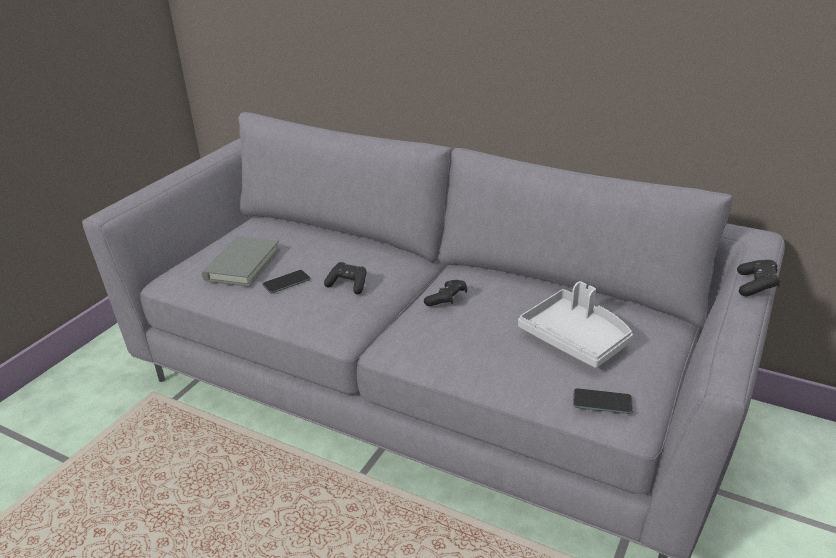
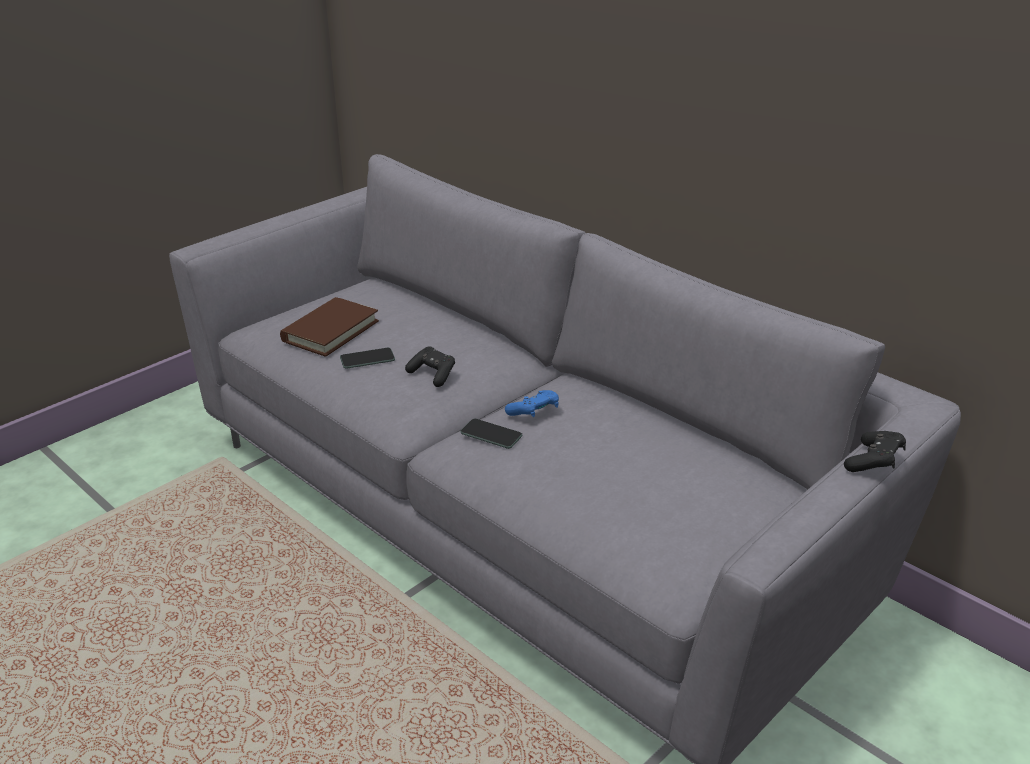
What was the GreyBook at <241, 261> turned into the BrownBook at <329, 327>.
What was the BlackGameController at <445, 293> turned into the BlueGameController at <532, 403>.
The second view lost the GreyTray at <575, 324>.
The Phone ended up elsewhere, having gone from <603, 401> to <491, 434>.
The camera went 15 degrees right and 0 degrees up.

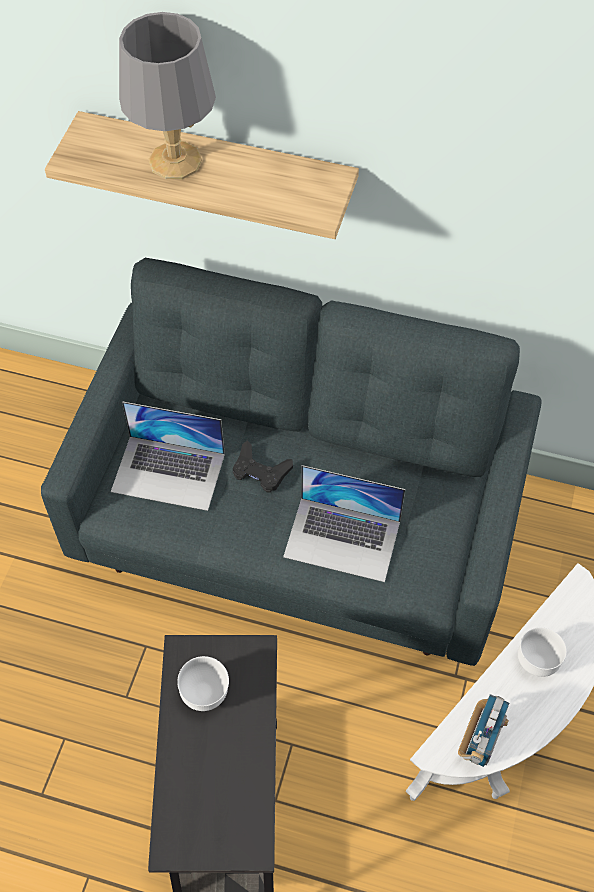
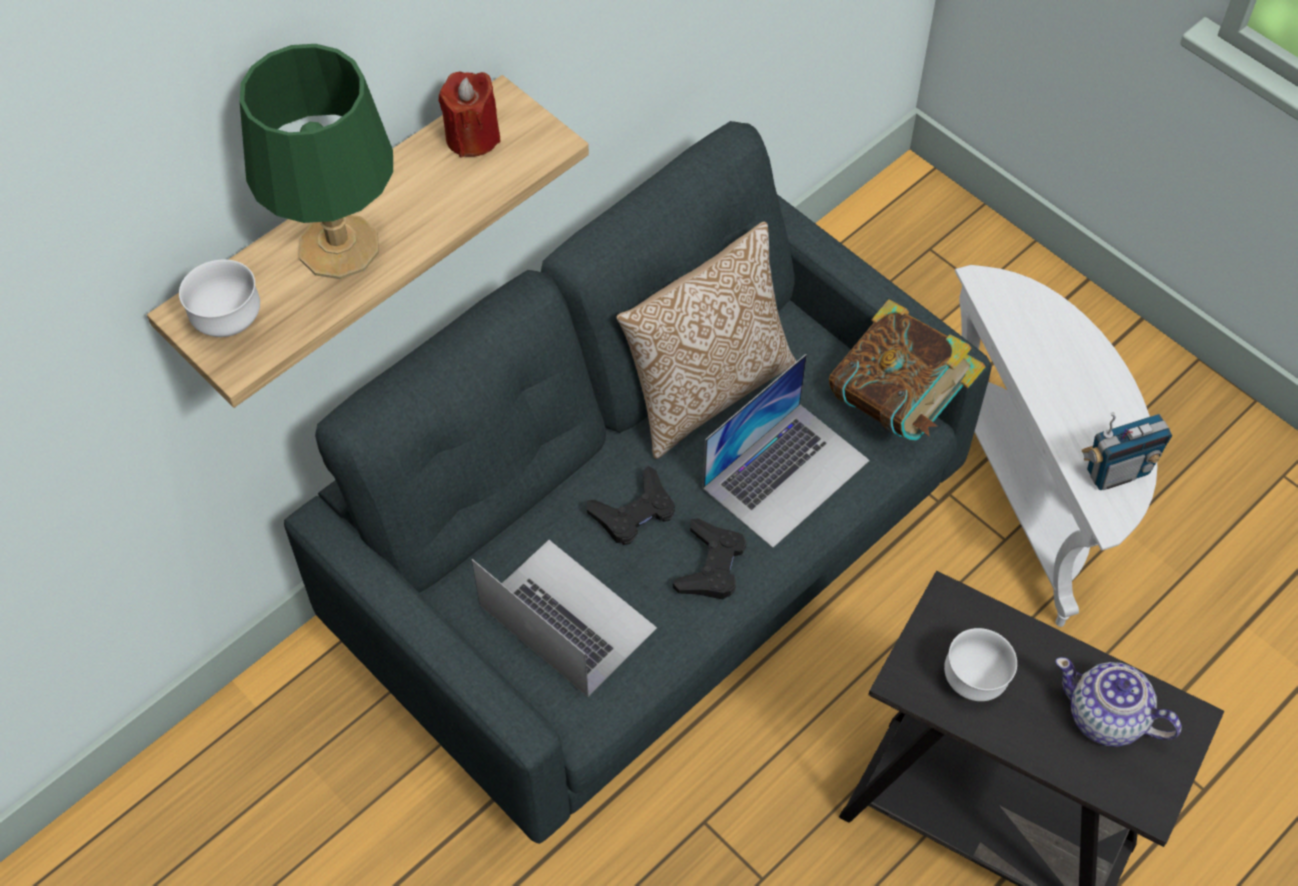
The Laptop at <168, 456> ended up facing another way, 90 degrees counterclockwise from before.
What was the GreyTableLamp at <167, 95> turned into the GreenTableLamp at <316, 161>.
The Radio at <483, 730> ended up facing another way, 105 degrees clockwise from before.
The WhiteBowl ended up elsewhere, having gone from <542, 652> to <219, 298>.
The second view gained the RedCandle at <470, 115>.
The second view gained the Pillow at <706, 340>.
The second view gained the BlackGameController at <709, 558>.
The second view gained the Book at <907, 370>.
The second view gained the Teapot at <1118, 702>.
The camera went 60 degrees left and 0 degrees up.

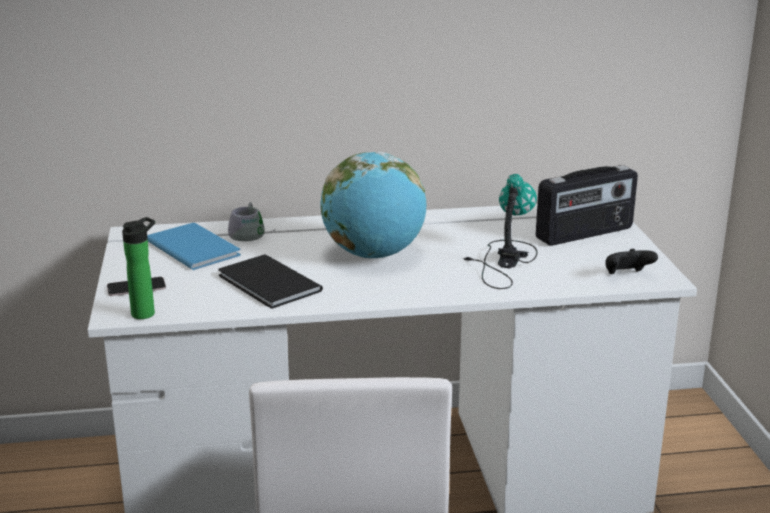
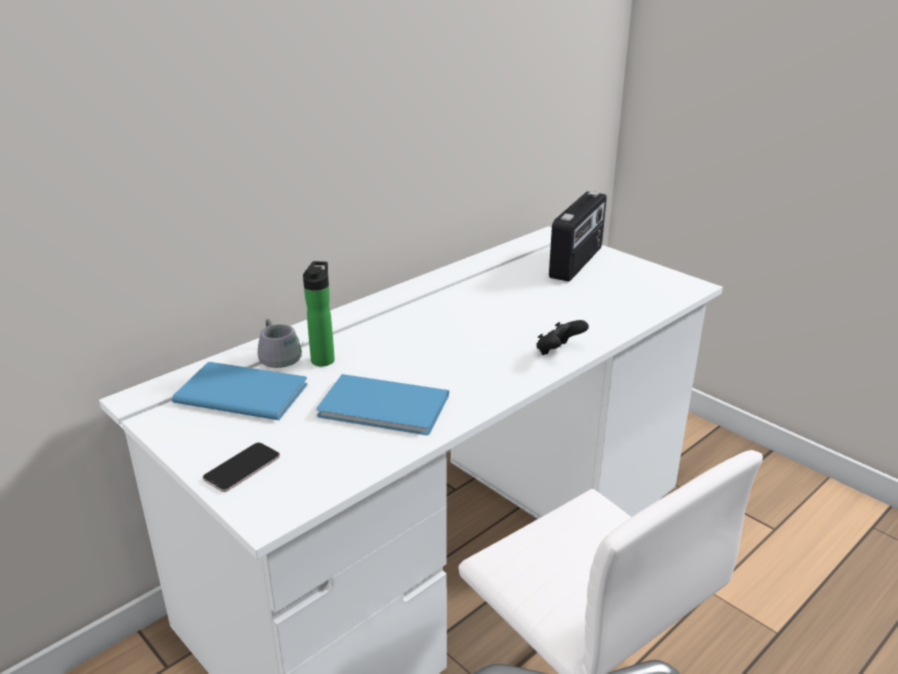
The Bottle ended up elsewhere, having gone from <138, 268> to <319, 313>.
What was the BlackBook at <270, 281> turned into the BlueBook at <382, 404>.
The second view lost the Globe at <373, 205>.
The second view lost the TableLamp at <500, 231>.
The BlackGameController ended up elsewhere, having gone from <631, 261> to <562, 337>.
The camera went 35 degrees left and 5 degrees up.

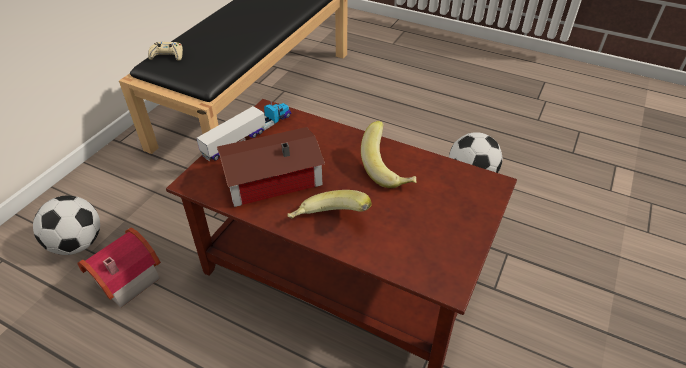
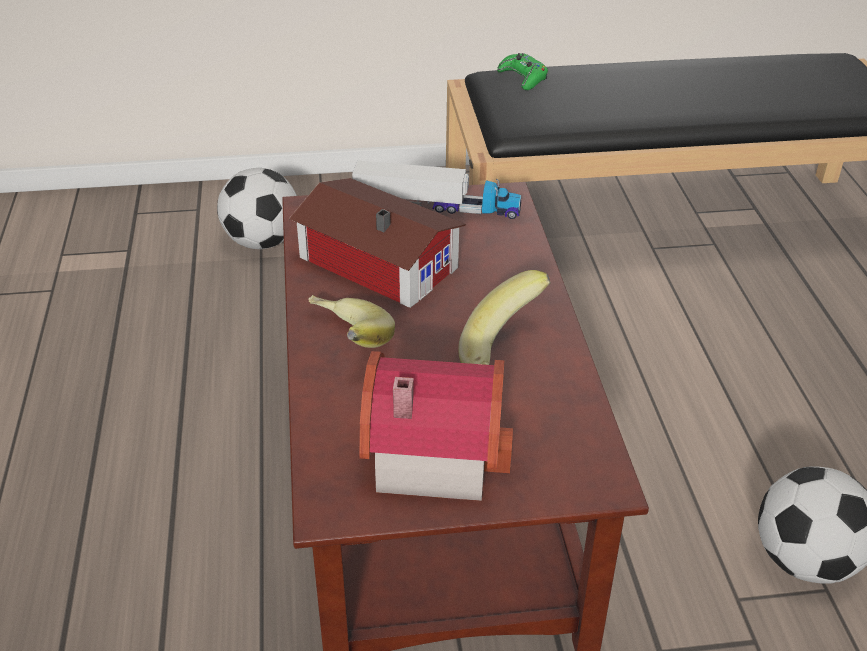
The ToyHouse ended up elsewhere, having gone from <119, 267> to <436, 426>.
What was the BeigeGameController at <165, 51> turned into the GreenGameController at <522, 71>.
The camera went 55 degrees right and 5 degrees down.

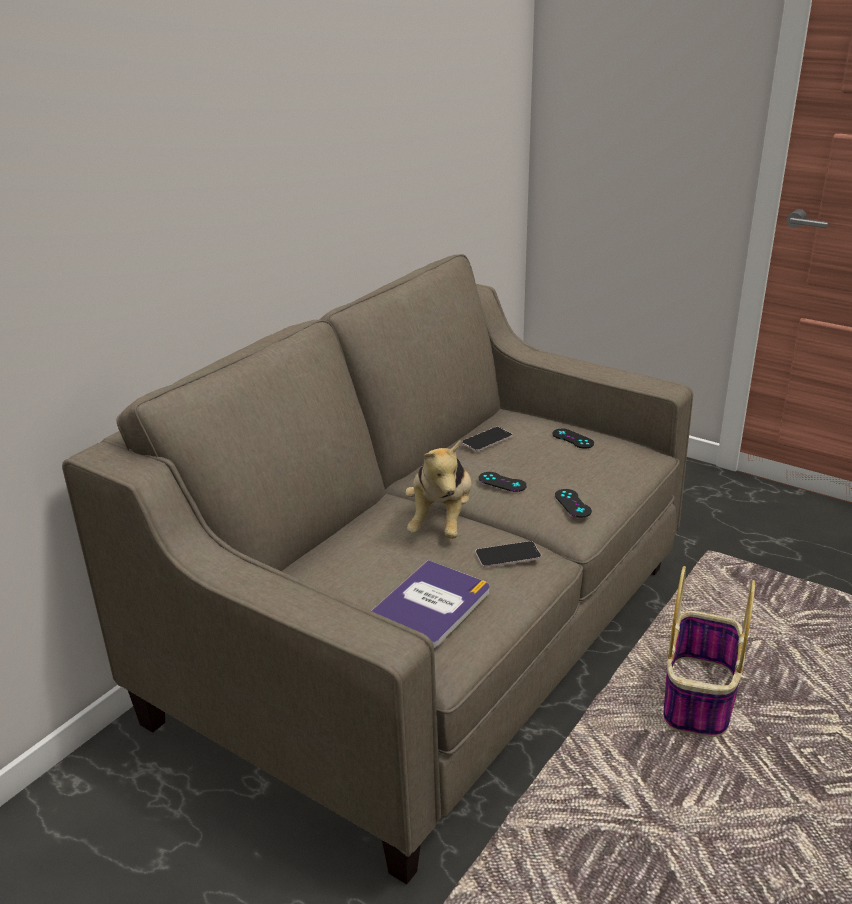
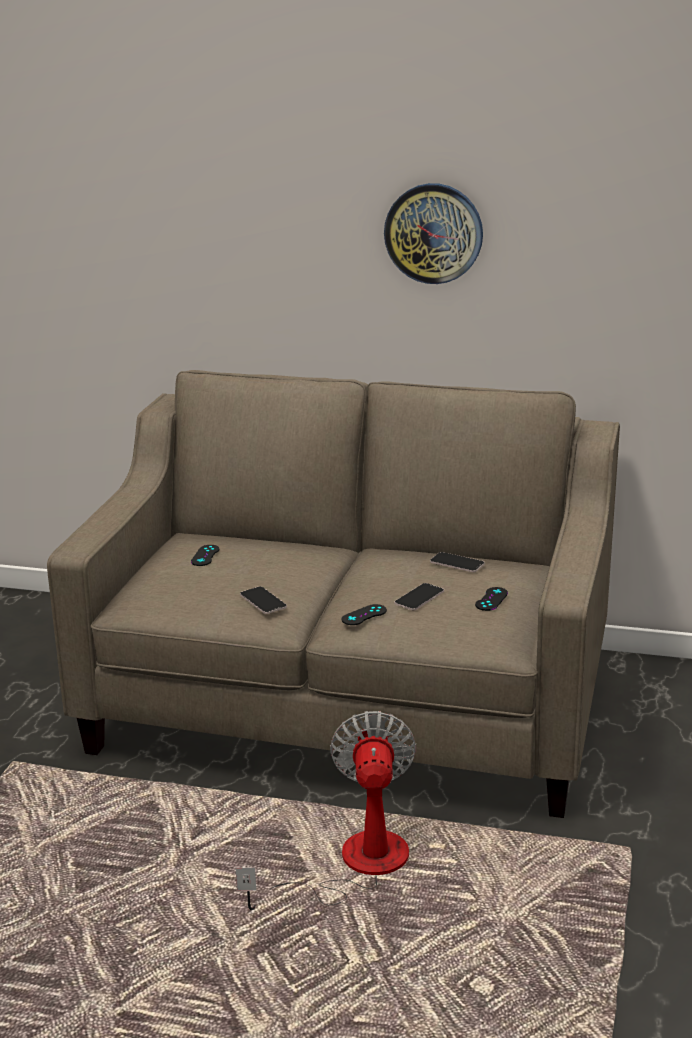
The second view lost the Book at <430, 604>.
The second view lost the PlushToy at <438, 489>.
The BlackGameController ended up elsewhere, having gone from <503, 482> to <205, 555>.
Where the Basket stood at <709, 651>, the Fan came to stand at <325, 810>.
The second view gained the WallClock at <433, 233>.
The second view gained the Phone at <419, 596>.
The camera went 70 degrees right and 5 degrees down.

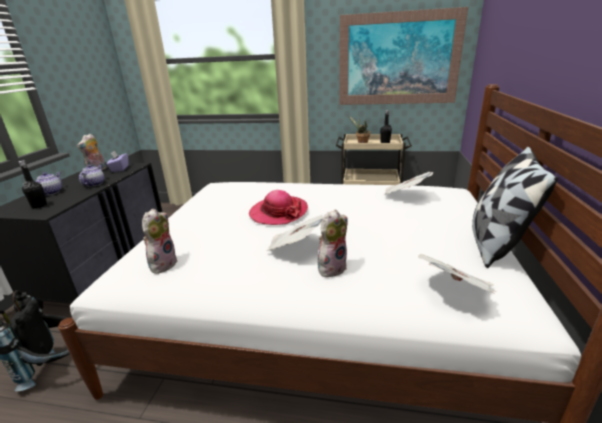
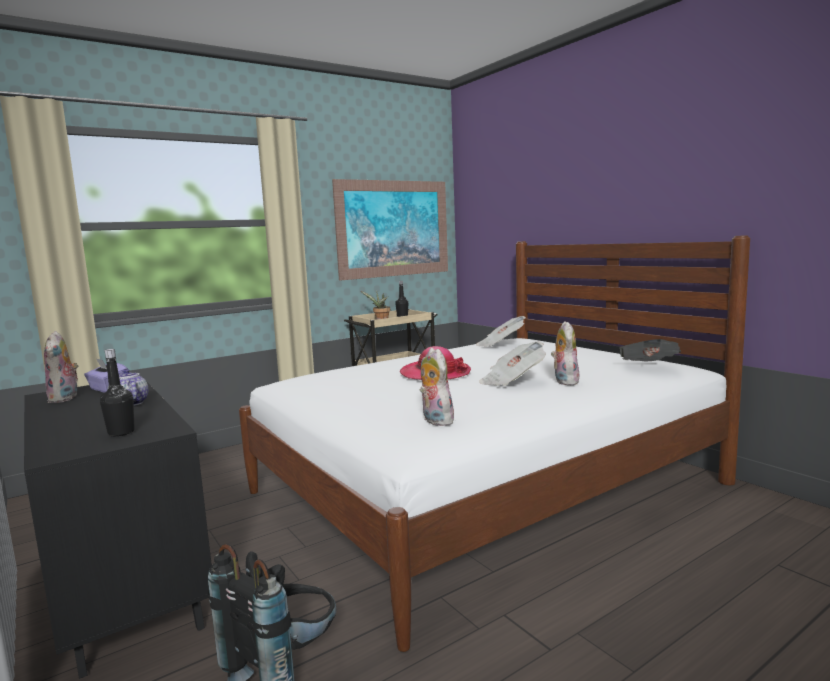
The second view lost the Teapot at <48, 183>.
The second view lost the Pillow at <515, 207>.
The camera went 45 degrees left and 15 degrees down.

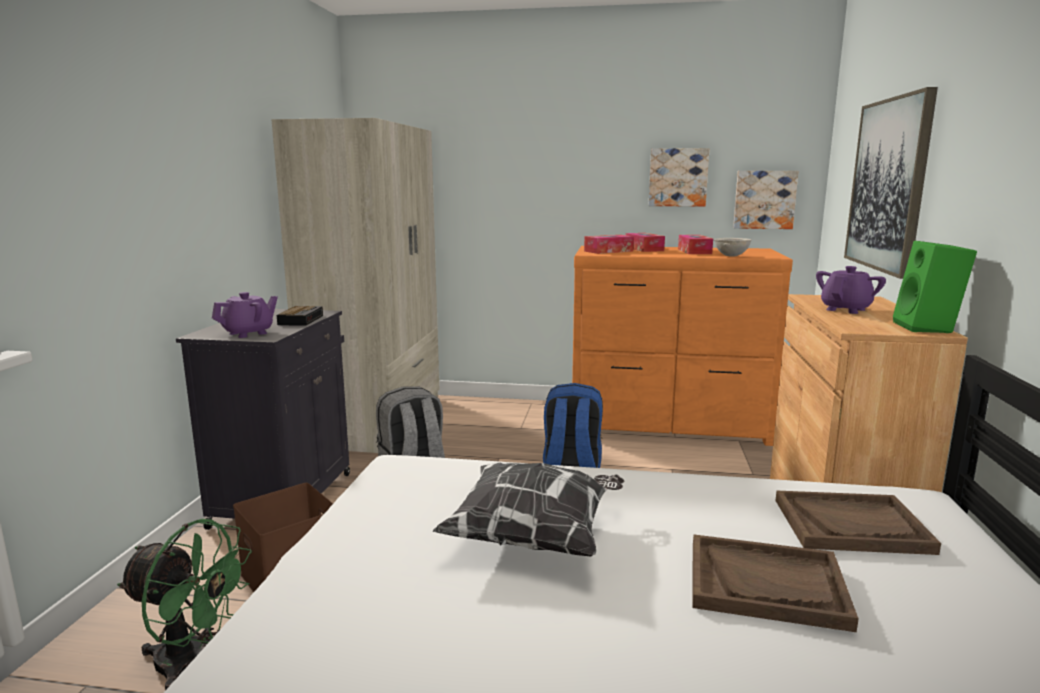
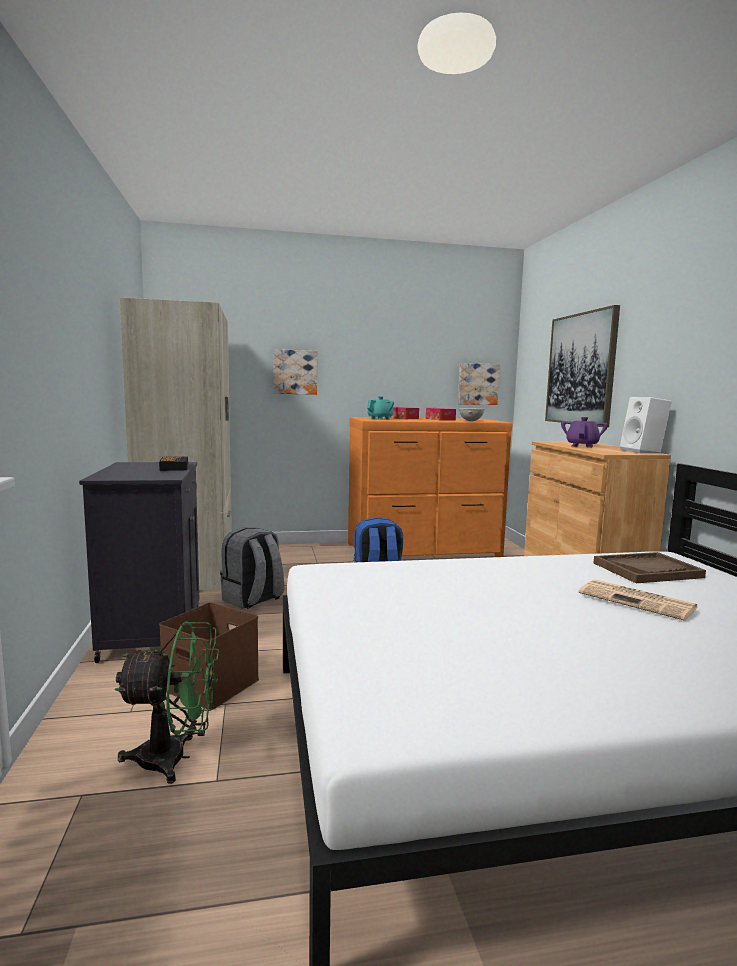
The second view lost the PurpleTeapot at <245, 315>.
The second view lost the Pillow at <528, 510>.
Where the TissueBox stood at <609, 244>, the TurquoiseTeapot came to stand at <380, 408>.
The Picture ended up elsewhere, having gone from <679, 177> to <295, 372>.
Where the BrownTray stood at <775, 583>, the Newspaper came to stand at <638, 600>.
What was the GreenSpeaker at <935, 287> turned into the WhiteSpeaker at <646, 425>.
The camera went 20 degrees left and 5 degrees down.

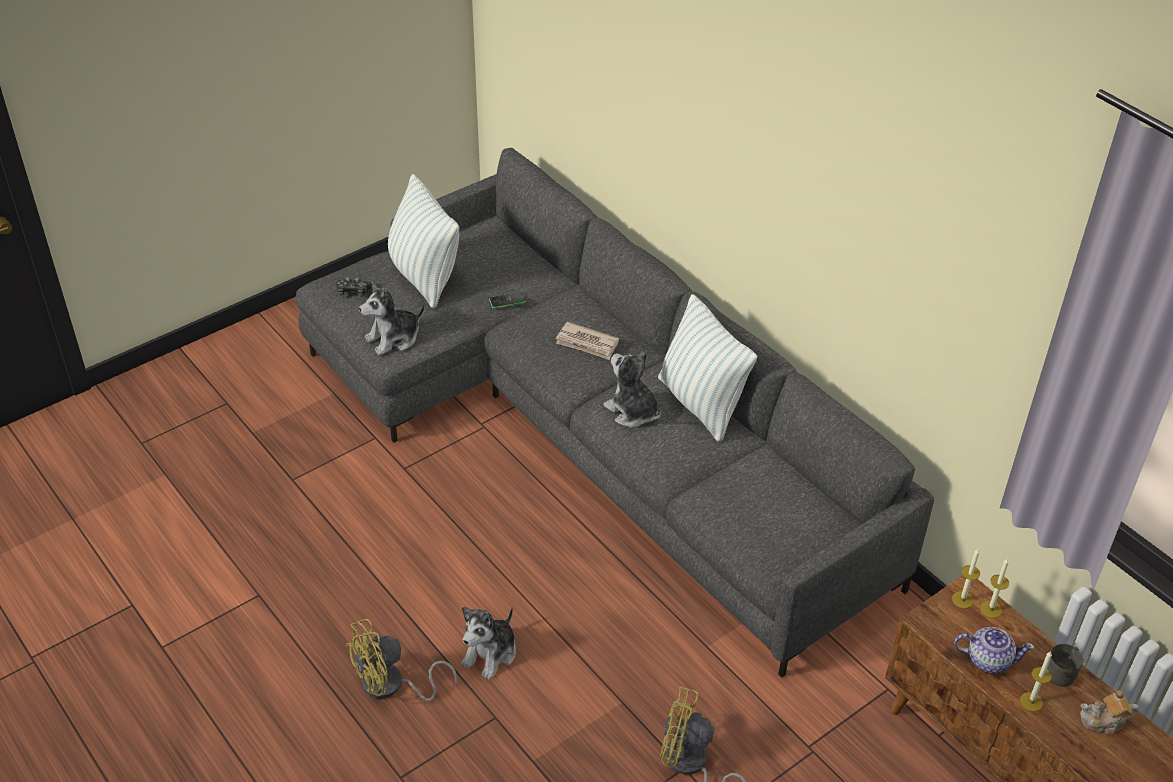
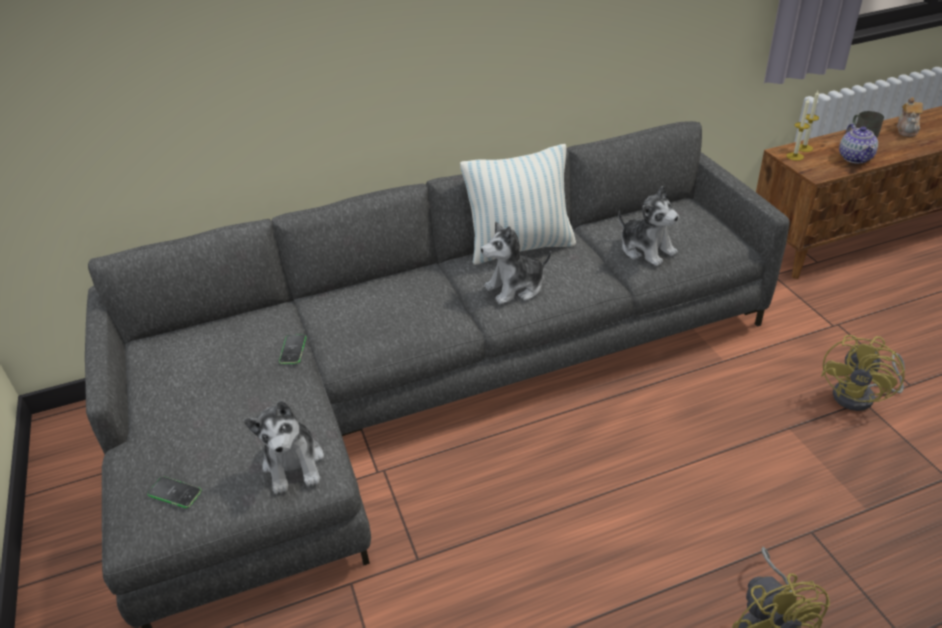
Where the GameController stood at <354, 287>, the Phone came to stand at <174, 492>.
The second view lost the Pillow at <423, 241>.
The PlushToy ended up elsewhere, having gone from <488, 643> to <648, 226>.
The second view lost the Newspaper at <587, 341>.
The Teapot at <994, 650> ended up facing another way, 150 degrees clockwise from before.
The second view lost the Candle at <1036, 681>.
The camera went 70 degrees left and 5 degrees down.

